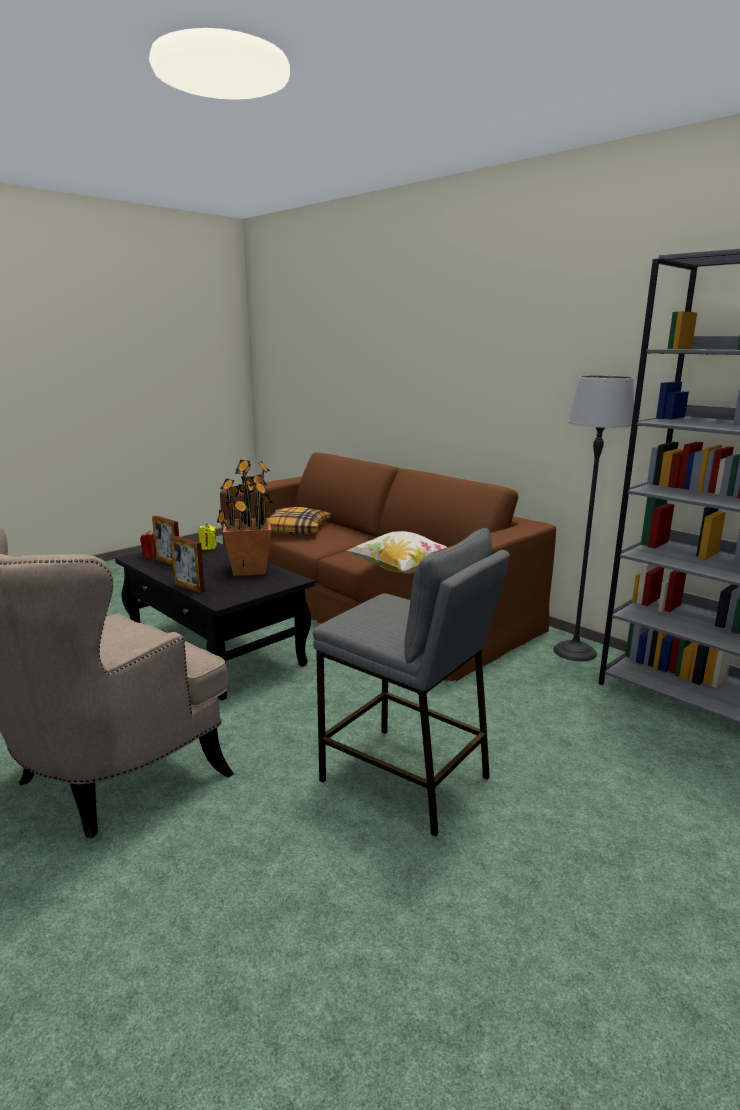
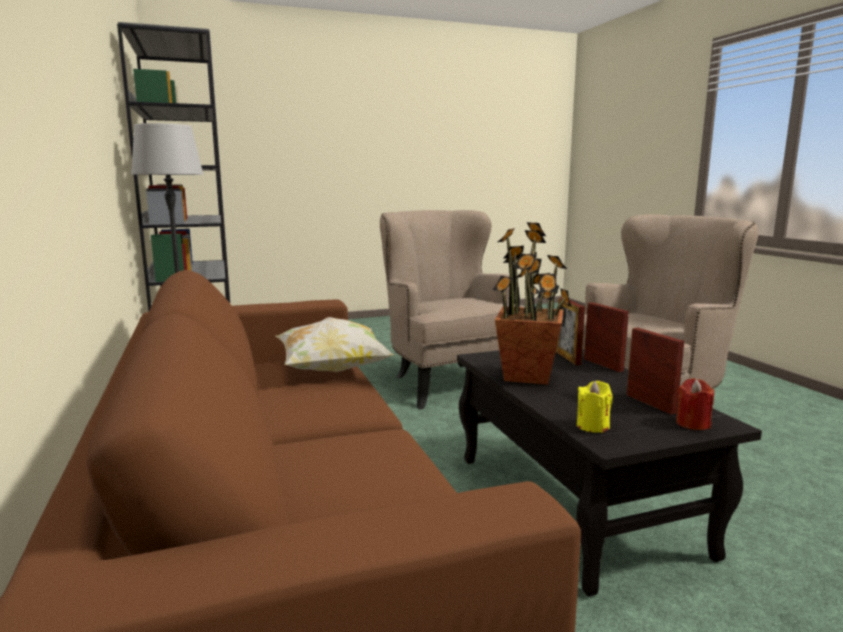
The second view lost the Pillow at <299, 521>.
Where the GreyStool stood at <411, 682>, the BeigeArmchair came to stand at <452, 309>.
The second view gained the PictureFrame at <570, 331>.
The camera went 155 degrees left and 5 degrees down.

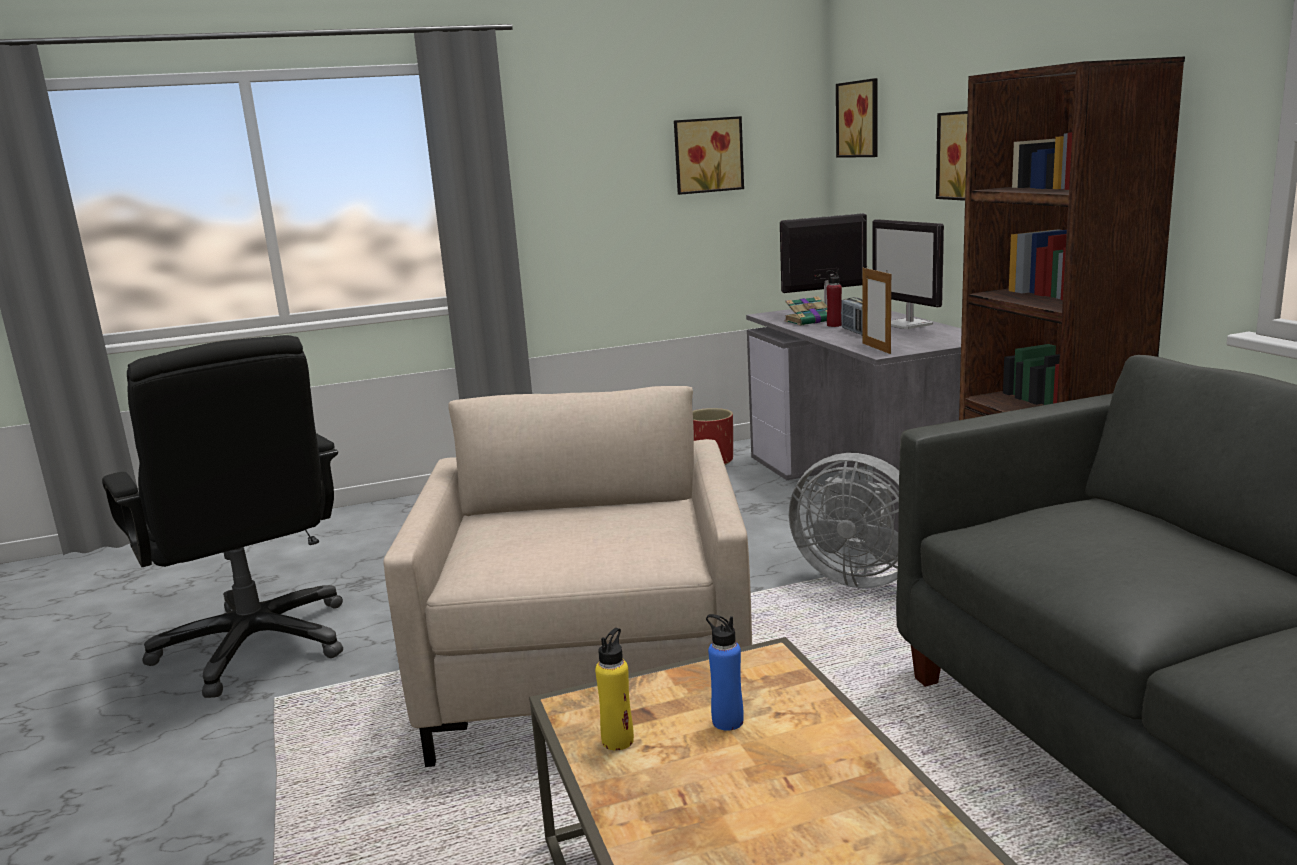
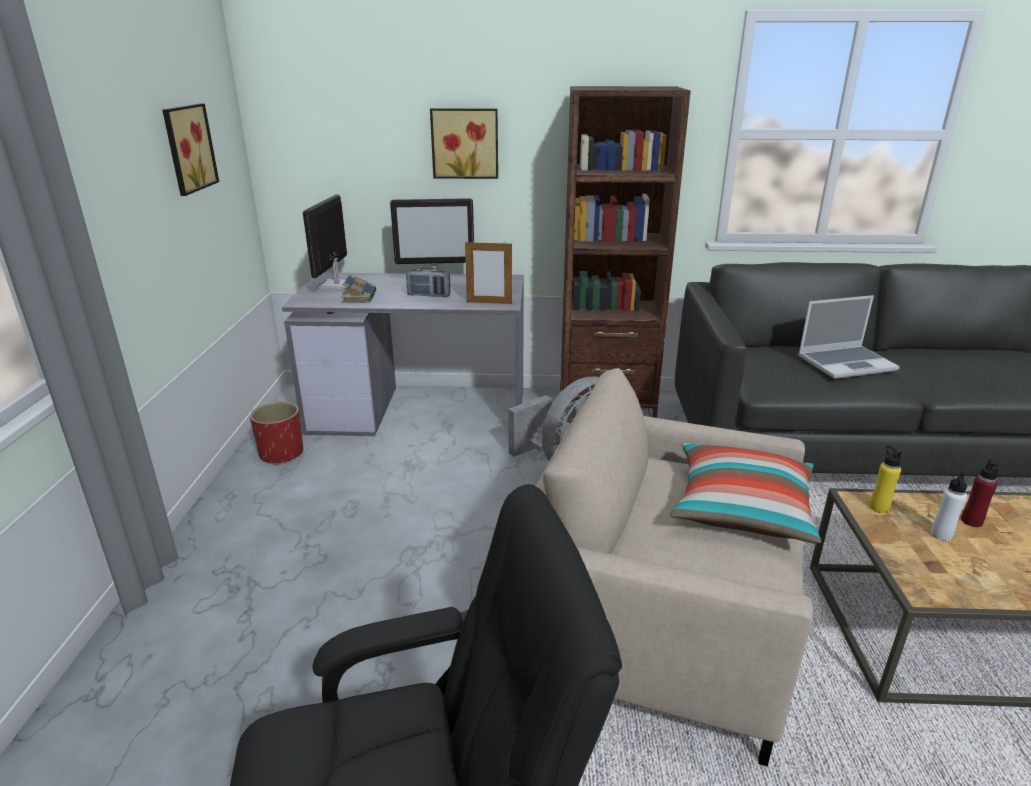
The YellowBottle ended up elsewhere, having gone from <614, 689> to <885, 479>.
What was the BlueBottle at <725, 672> turned into the WhiteBottle at <948, 506>.
The RedBottle ended up elsewhere, having gone from <834, 298> to <980, 493>.
The second view lost the Picture at <857, 118>.
The second view gained the Pillow at <745, 493>.
The second view gained the Laptop at <849, 337>.
The camera went 70 degrees left and 10 degrees up.

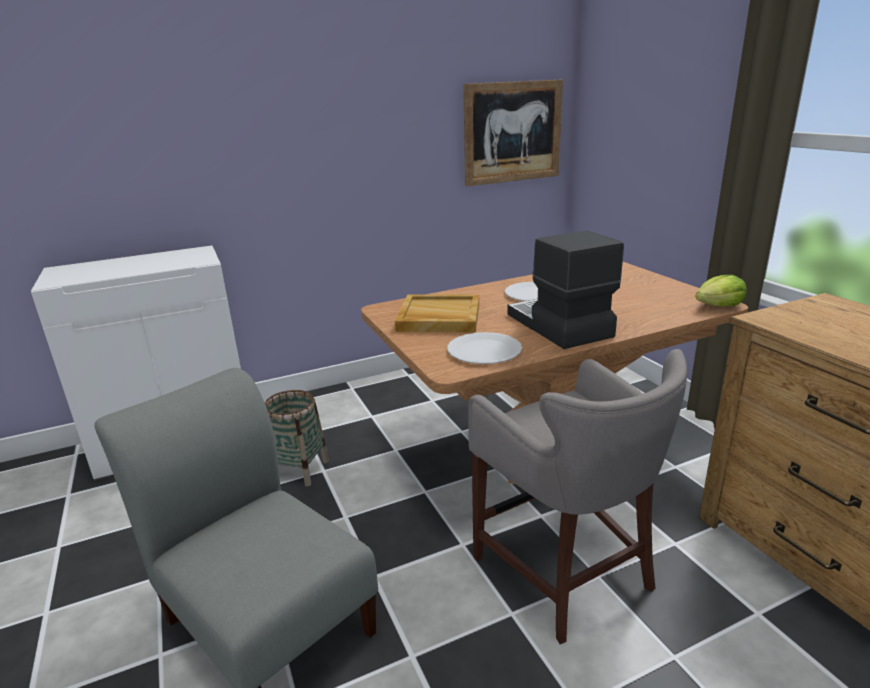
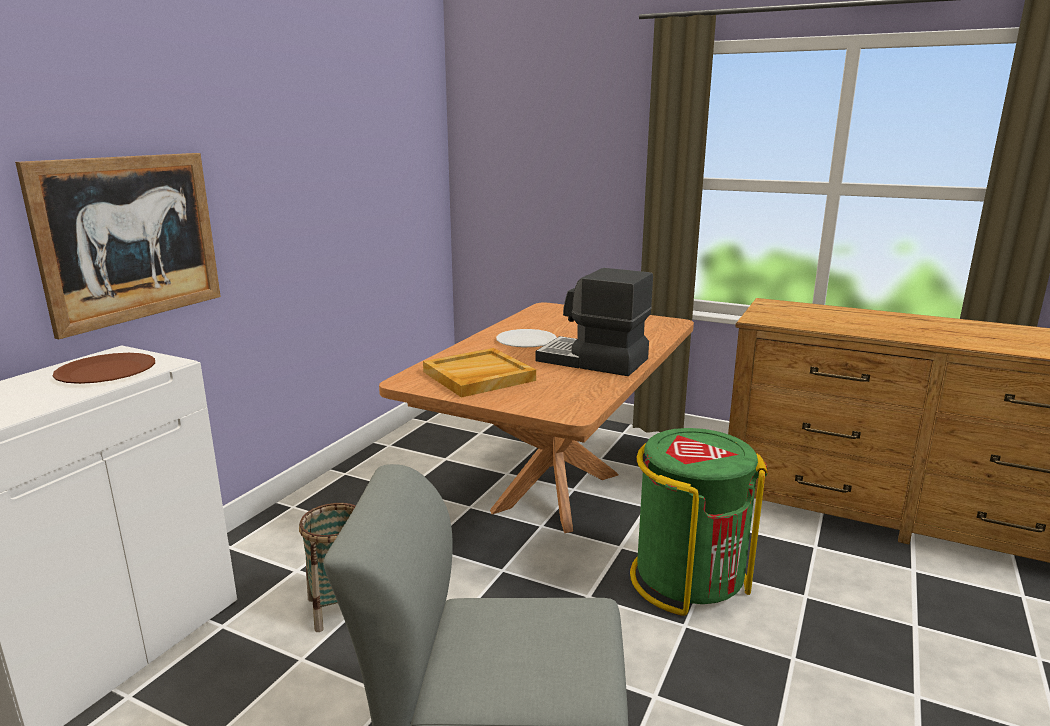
The second view lost the WhitePlate at <484, 348>.
The Picture ended up elsewhere, having gone from <513, 132> to <118, 246>.
Where the GreyStool stood at <577, 496>, the GreenTrashCan came to stand at <699, 522>.
The second view lost the Lettuce at <721, 291>.
The second view gained the BrownPlate at <104, 368>.
The camera went 40 degrees left and 5 degrees down.

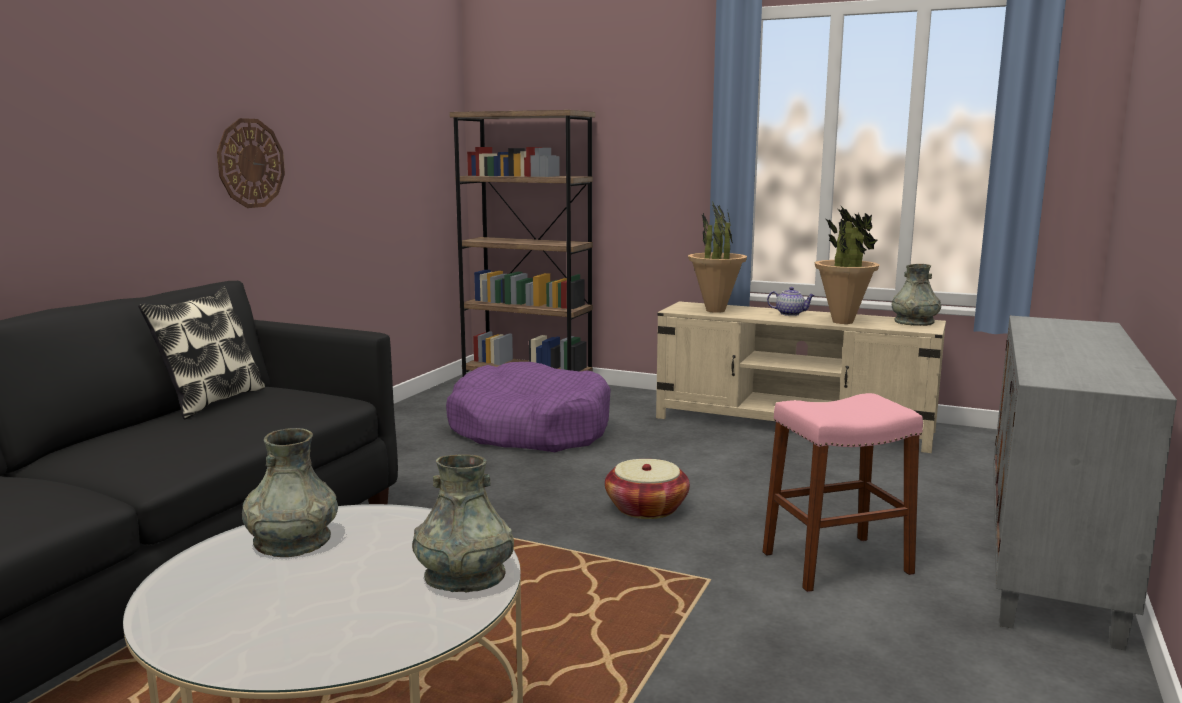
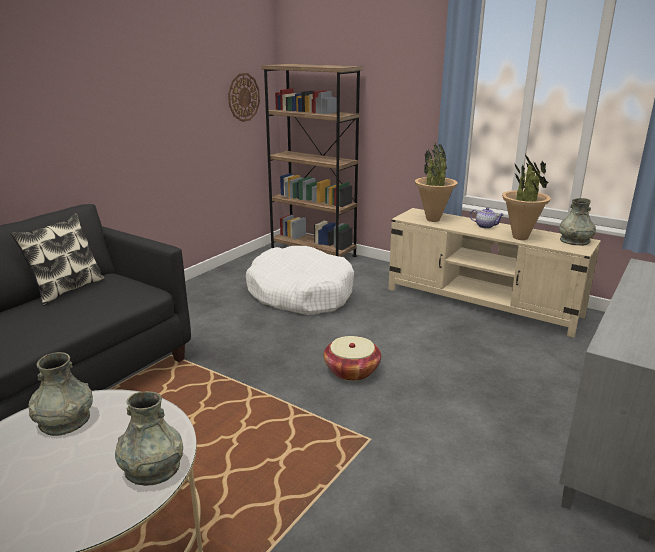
The WallClock ended up elsewhere, having gone from <251, 163> to <244, 97>.
What was the PurpleDogBed at <528, 407> turned into the WhiteDogBed at <300, 280>.
The second view lost the PinkStool at <843, 492>.
The camera went 10 degrees right and 10 degrees up.

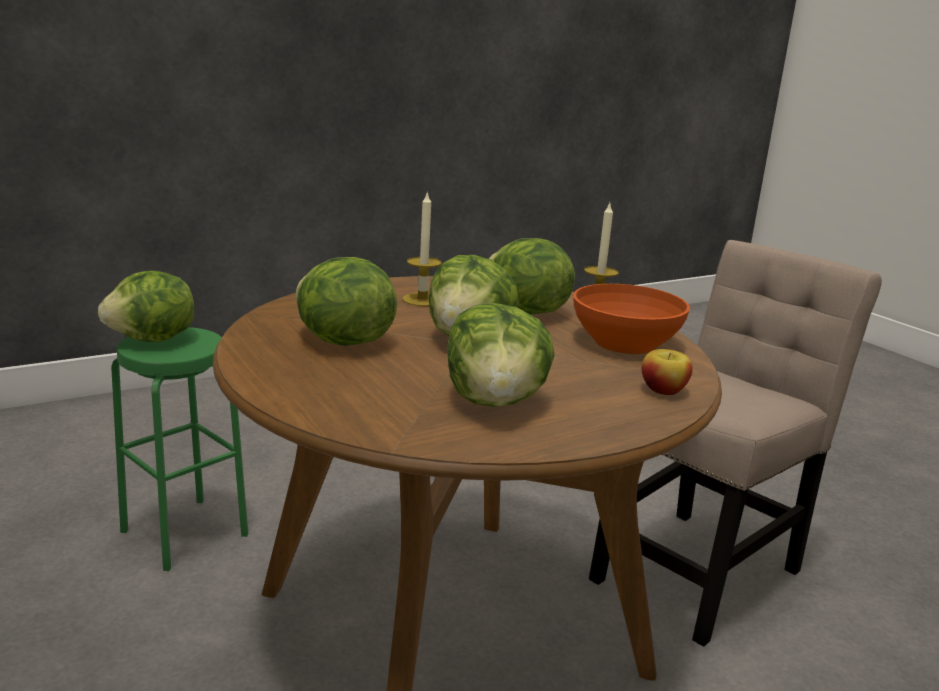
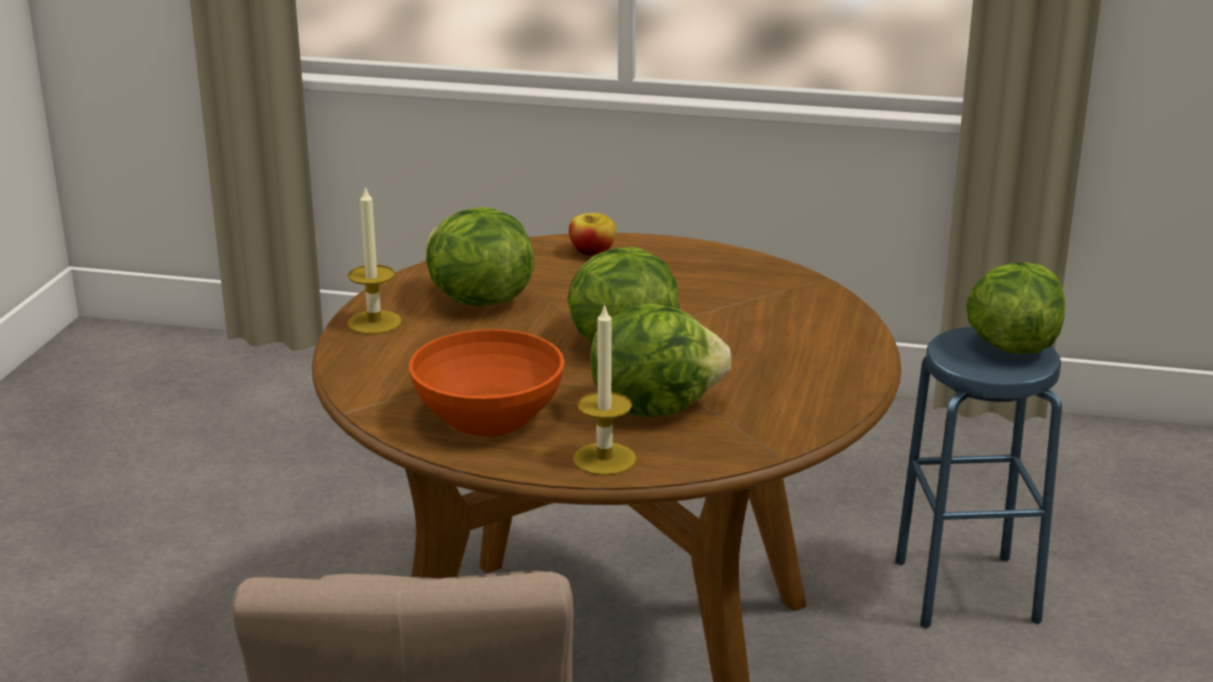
What was the GreenStool at <179, 449> turned into the BlueStool at <978, 478>.
The second view lost the Lettuce at <346, 301>.
The Candle ended up elsewhere, having gone from <422, 248> to <374, 259>.
The Apple ended up elsewhere, having gone from <667, 372> to <592, 235>.
The camera went 135 degrees right and 5 degrees up.

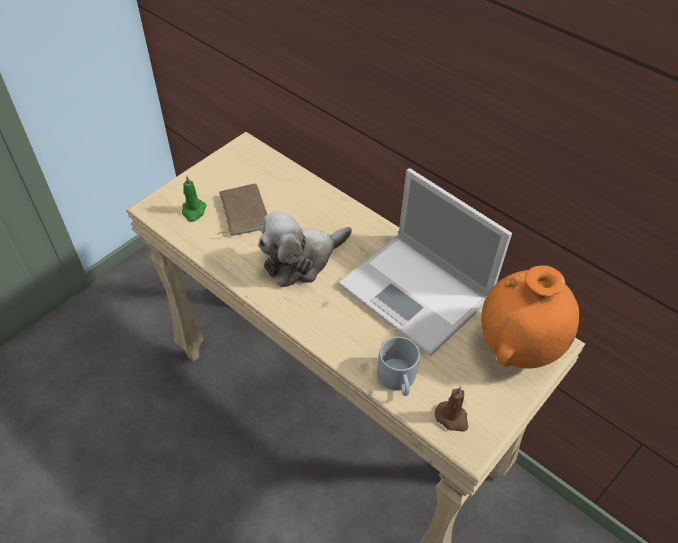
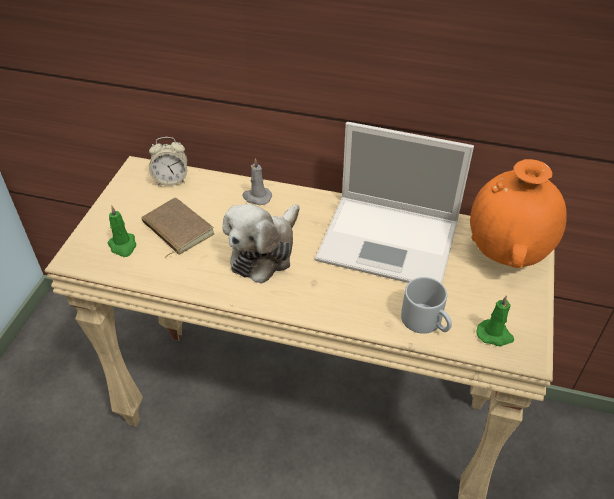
What was the BrownCandle at <451, 409> turned into the GreenCandle at <495, 320>.
The second view gained the AlarmClock at <168, 161>.
The second view gained the GreyCandle at <257, 181>.
The camera went 25 degrees left and 5 degrees down.

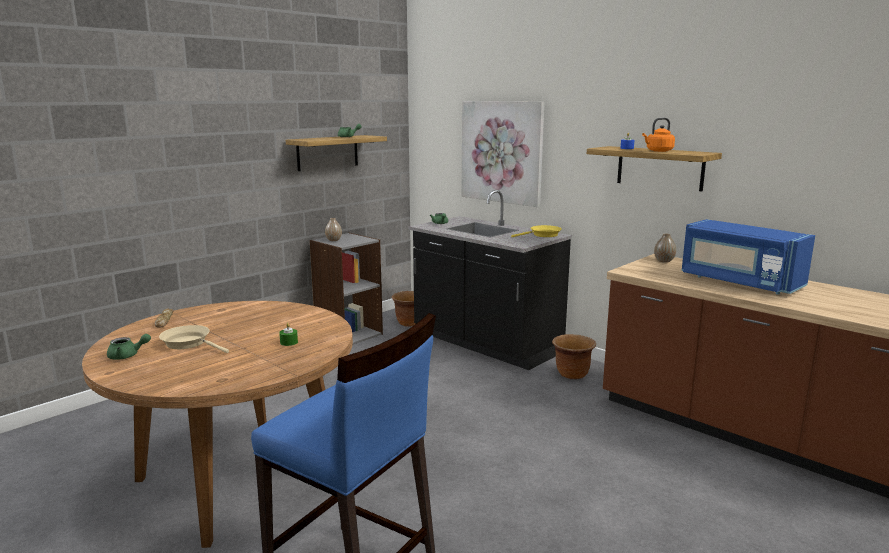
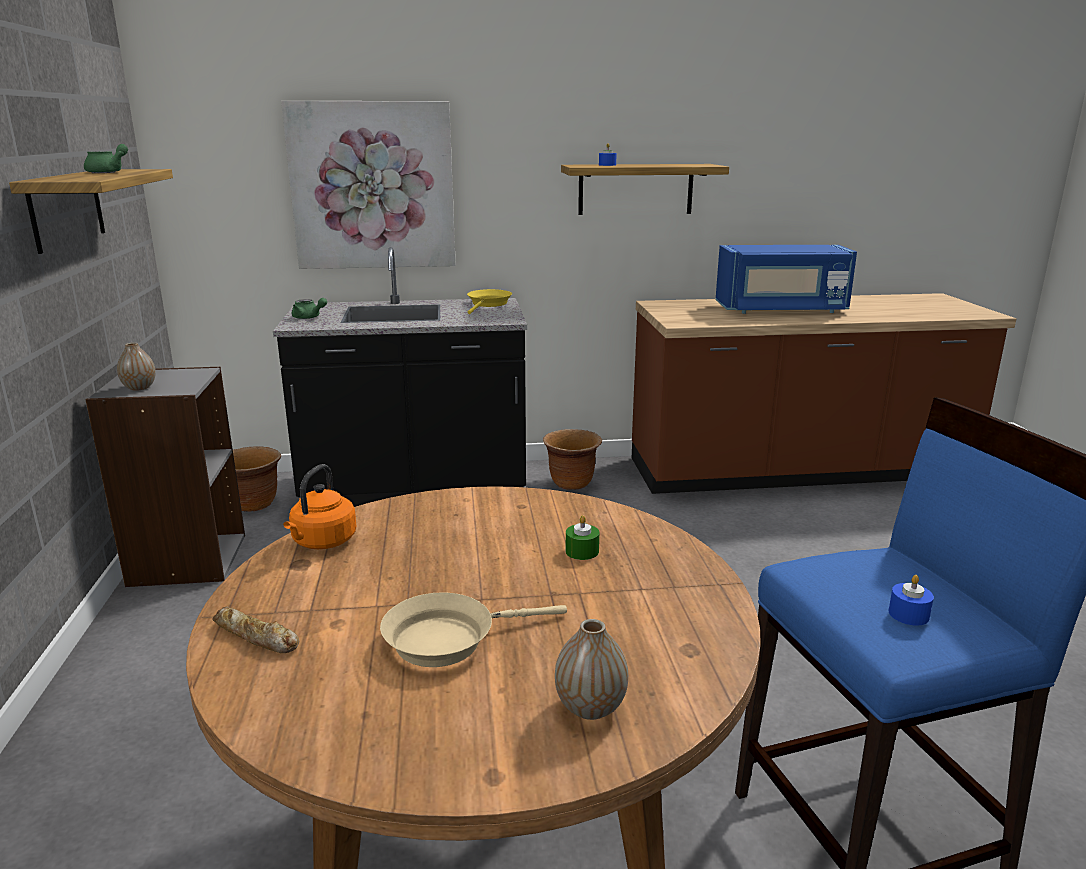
The second view lost the GreenTeapot at <129, 347>.
The OrangeKettle ended up elsewhere, having gone from <658, 135> to <319, 506>.
The Vase ended up elsewhere, having gone from <665, 248> to <591, 669>.
The second view gained the BlueCandle at <911, 600>.
The camera went 50 degrees left and 5 degrees up.

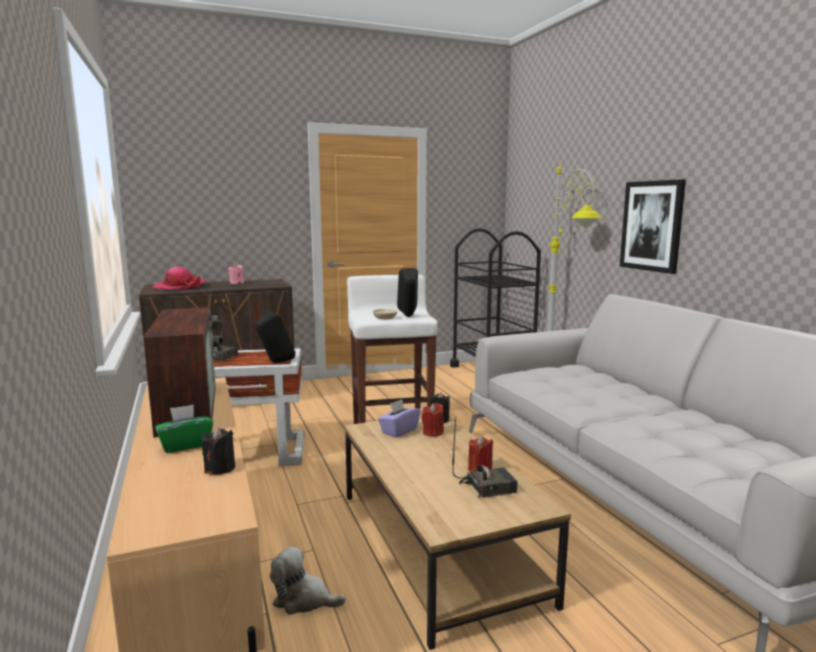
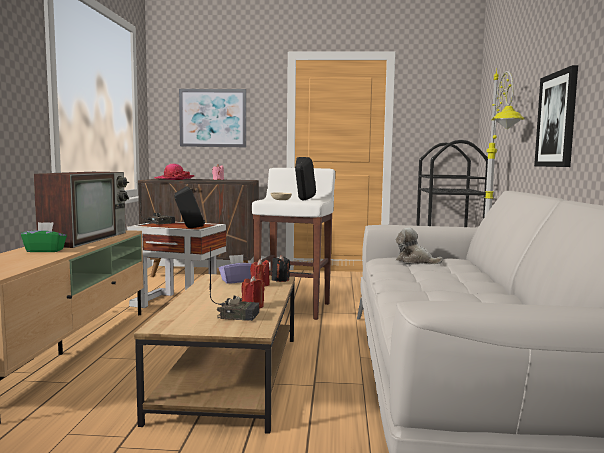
The second view lost the BlackCandle at <218, 451>.
The PlushToy ended up elsewhere, having gone from <308, 581> to <419, 246>.
The second view gained the Picture at <212, 118>.
The camera went 25 degrees right and 5 degrees down.

